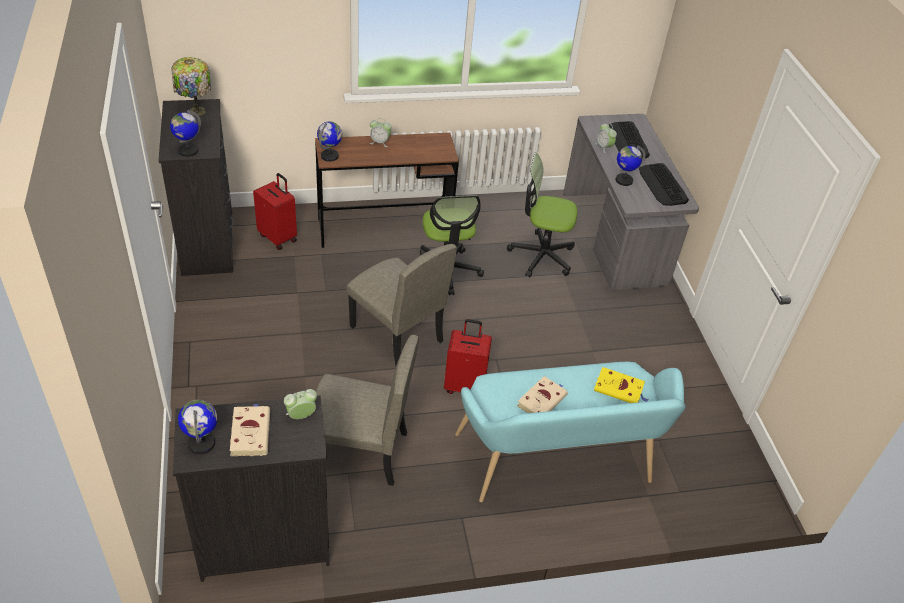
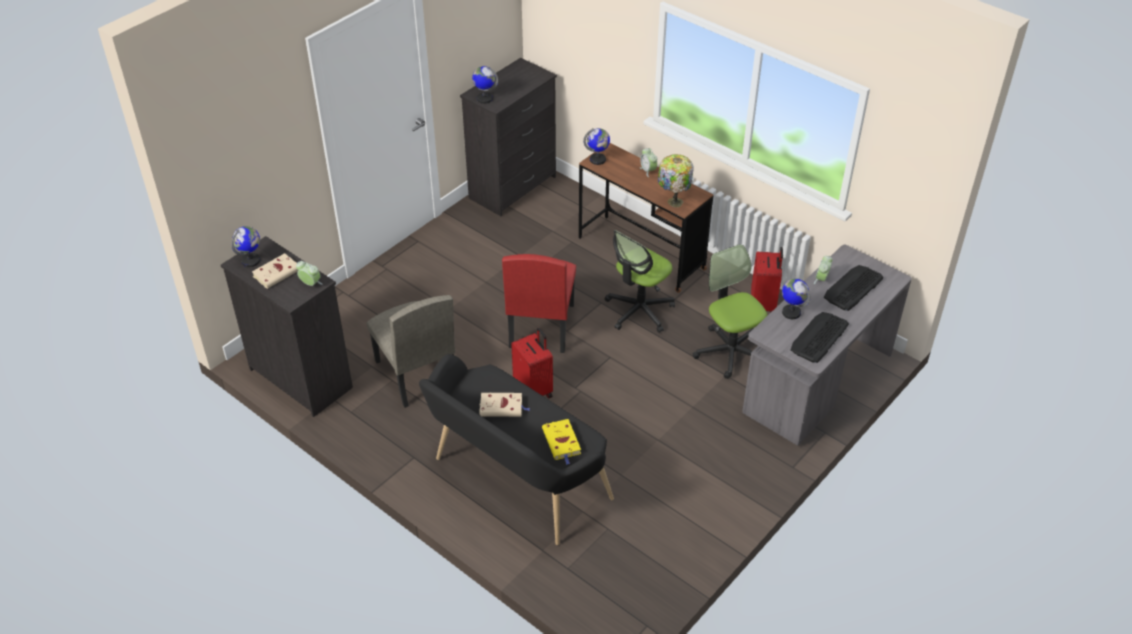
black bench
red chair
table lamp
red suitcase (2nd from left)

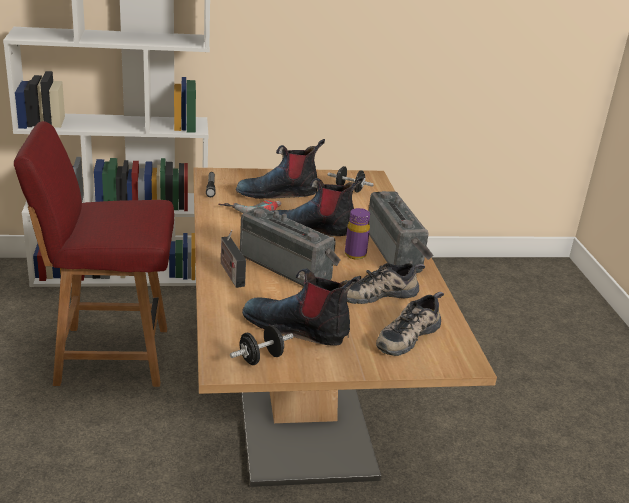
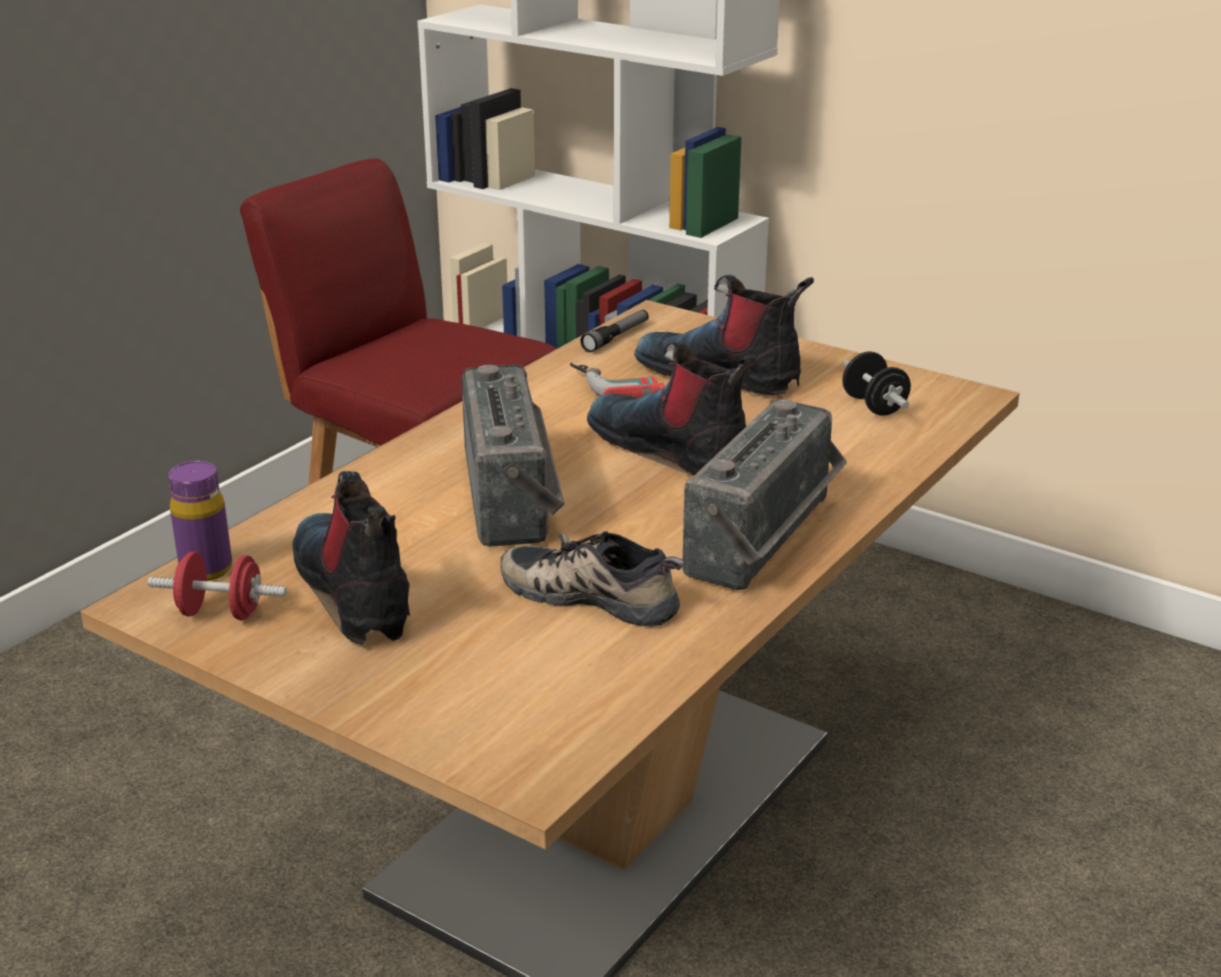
red dumbbell
purple bottle
radio (1st from left in the first image)
shoe (2nd from left in the first image)

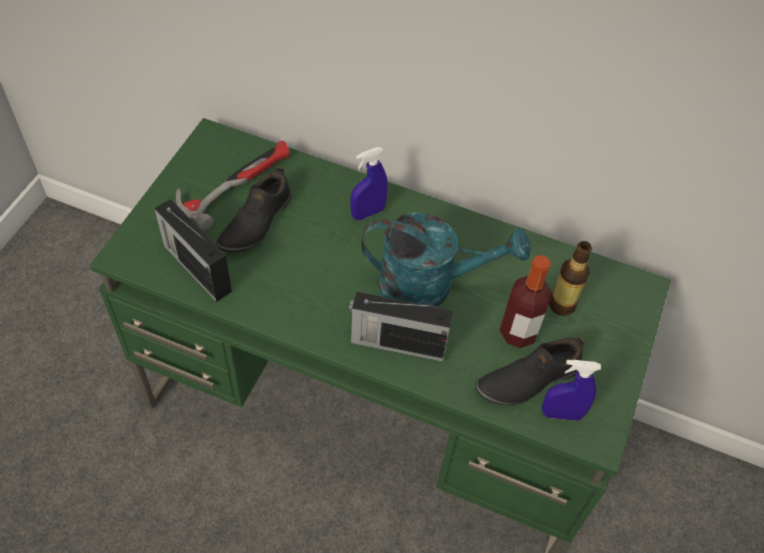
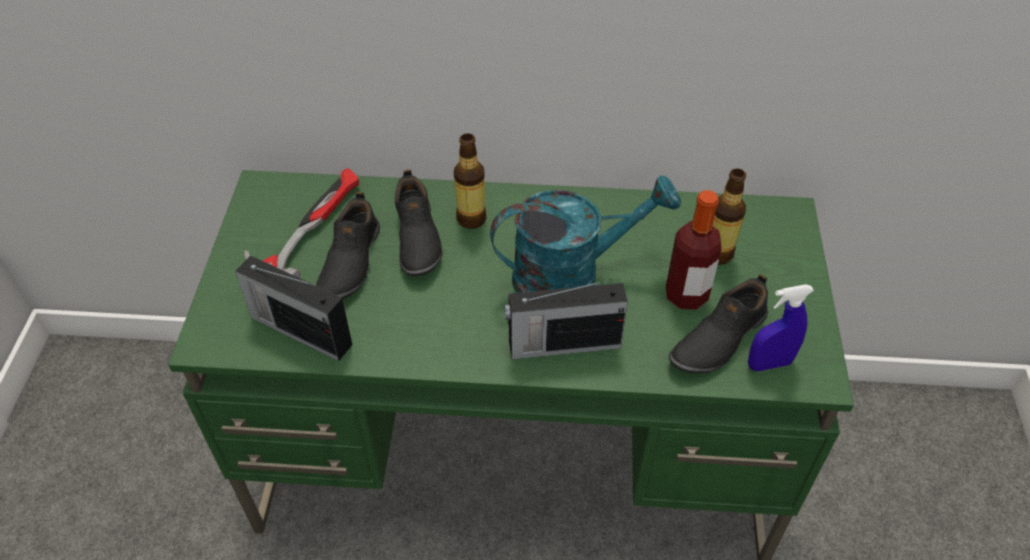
black shoe (2nd from left)
bottle (1st from left)

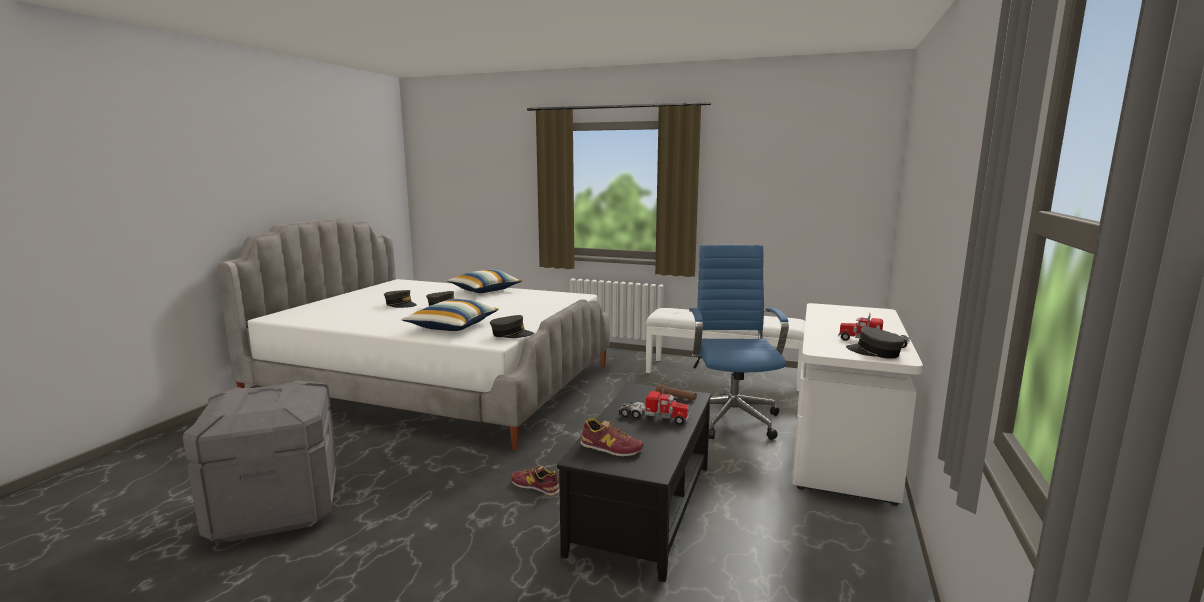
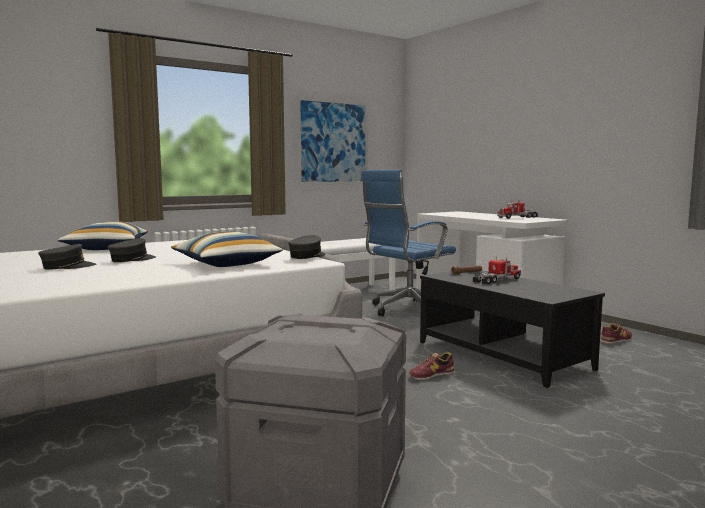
picture
blue office chair
shoe (2nd from left)
grey cap (4th from left in the first image)

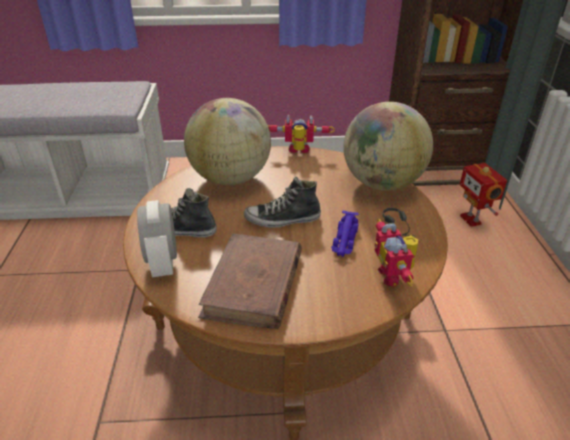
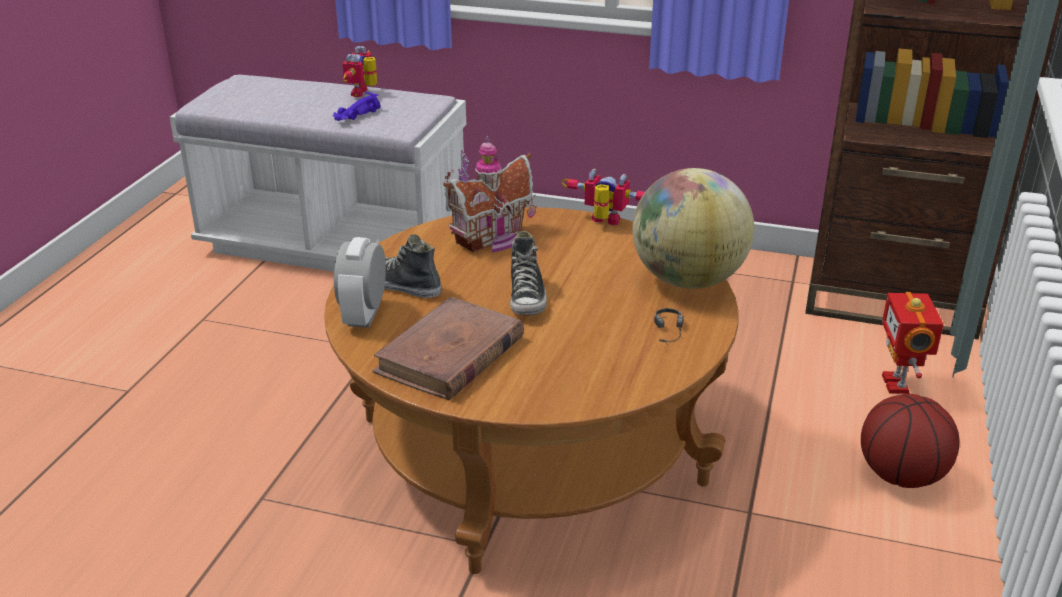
purple toy car
toy robot (1st from left)
toy house
shoe (2nd from left)
basketball

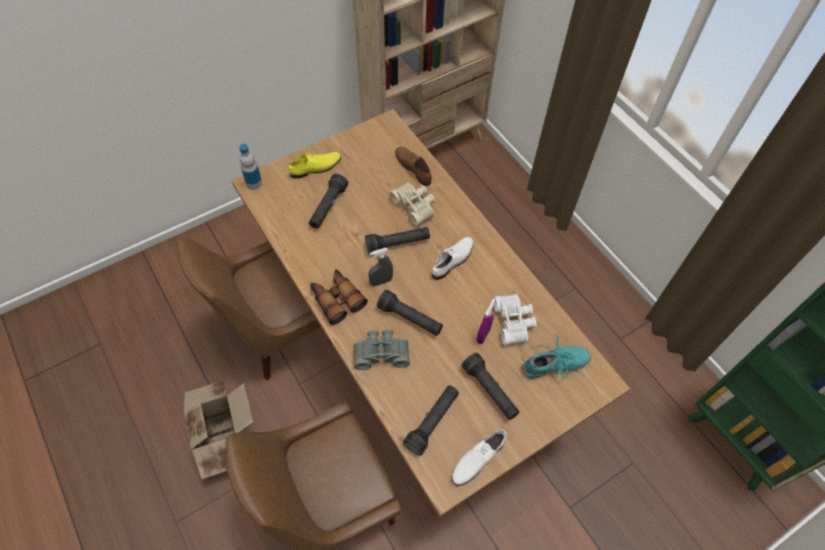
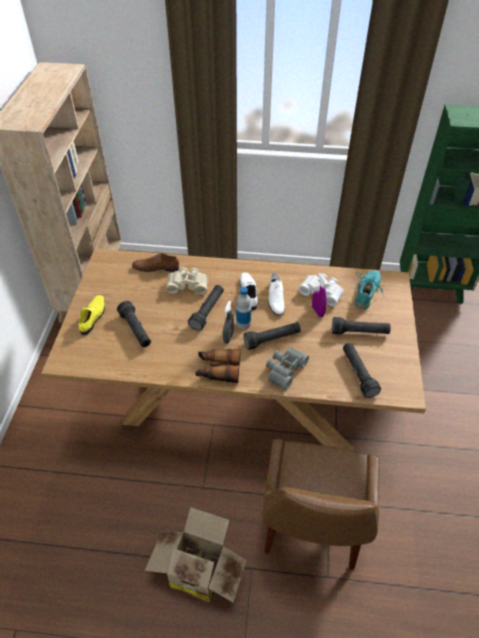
bottle
white shoe (2nd from left)
brown chair (1st from left in the first image)

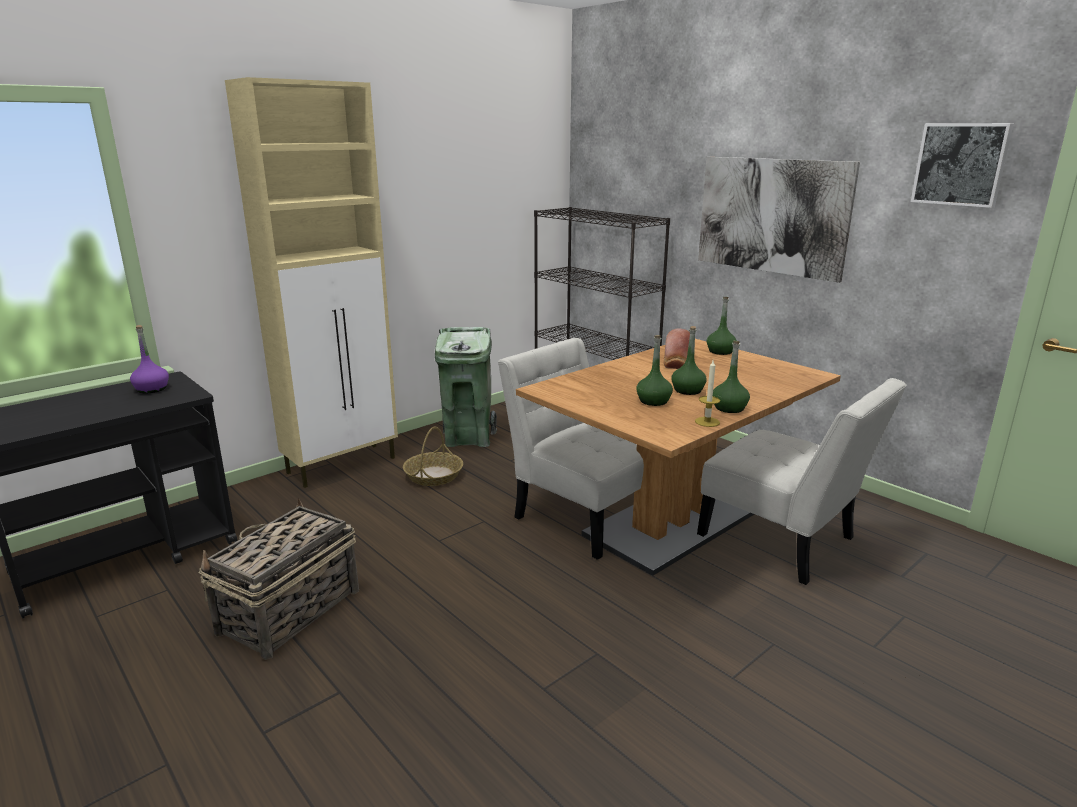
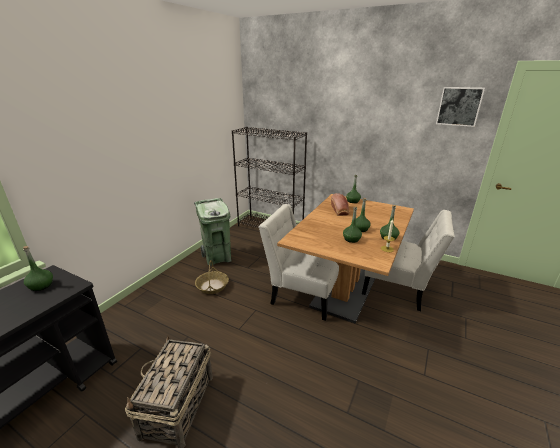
green bottle (1st from left)
beige cabinet
picture (1st from left in the first image)

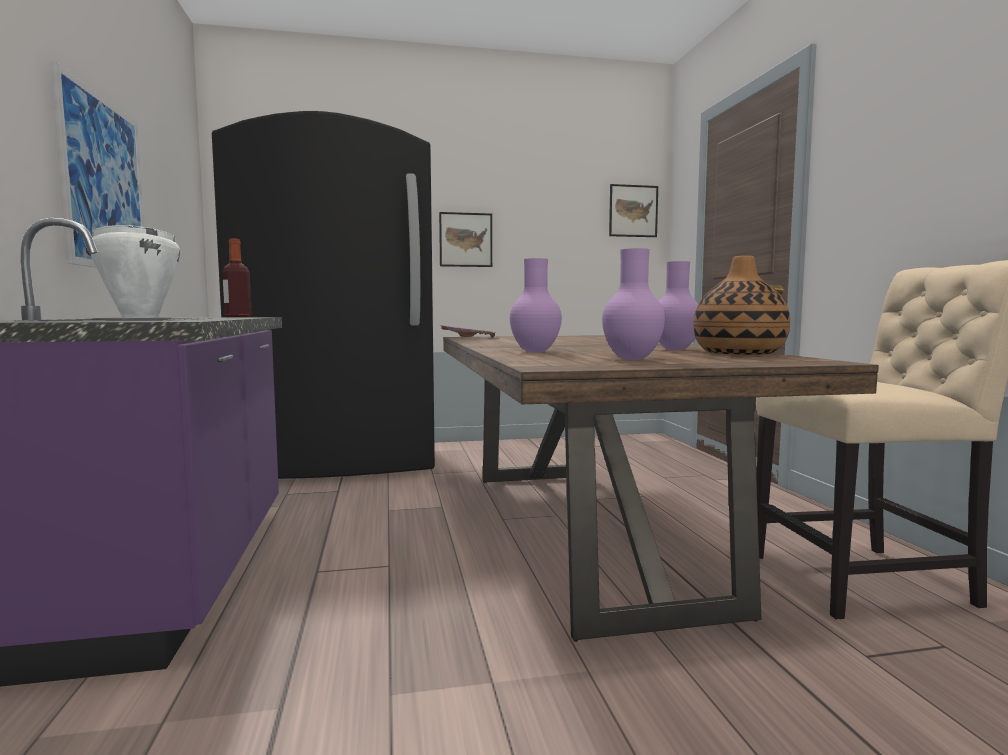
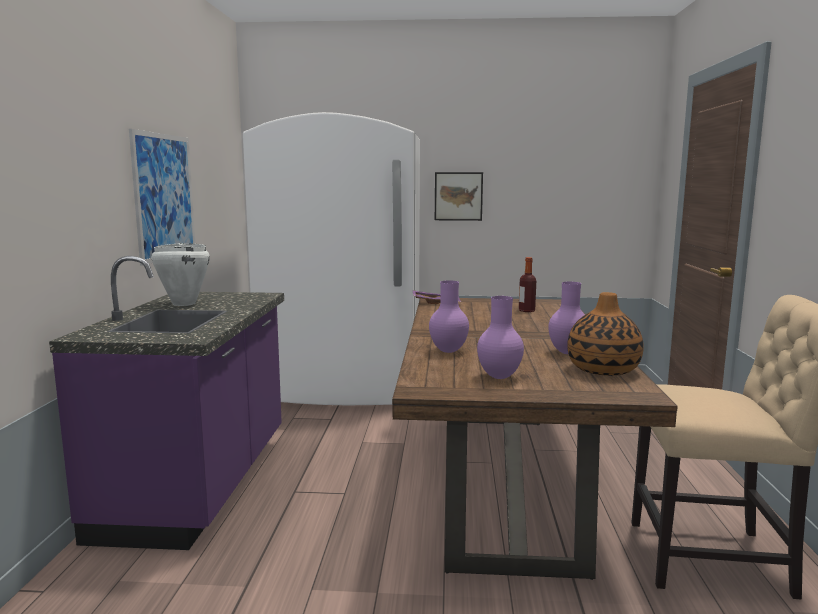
white fridge
bottle
picture (3rd from left in the first image)

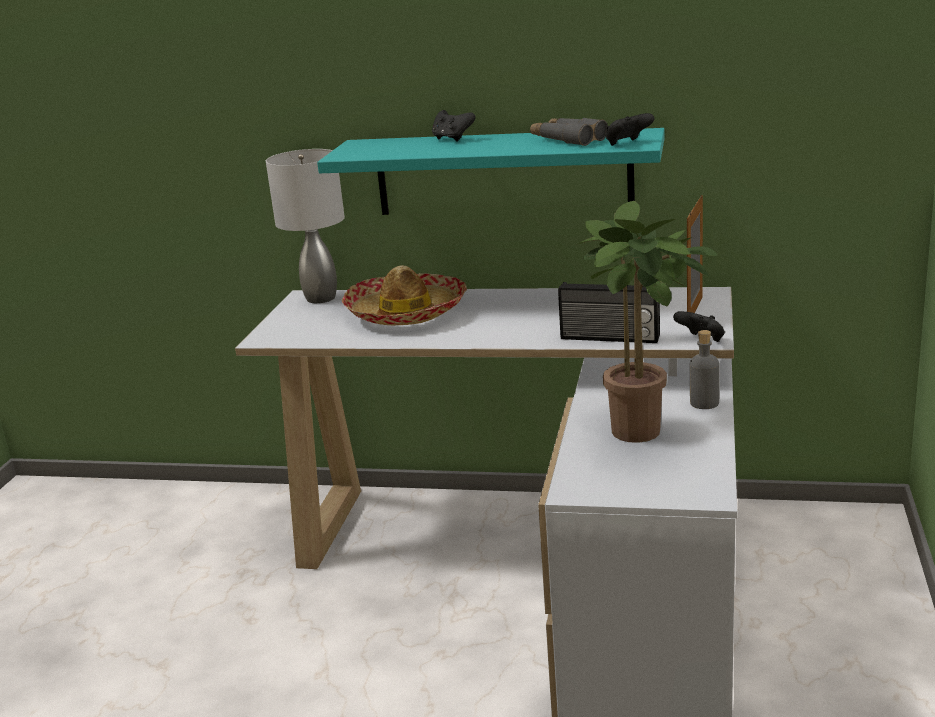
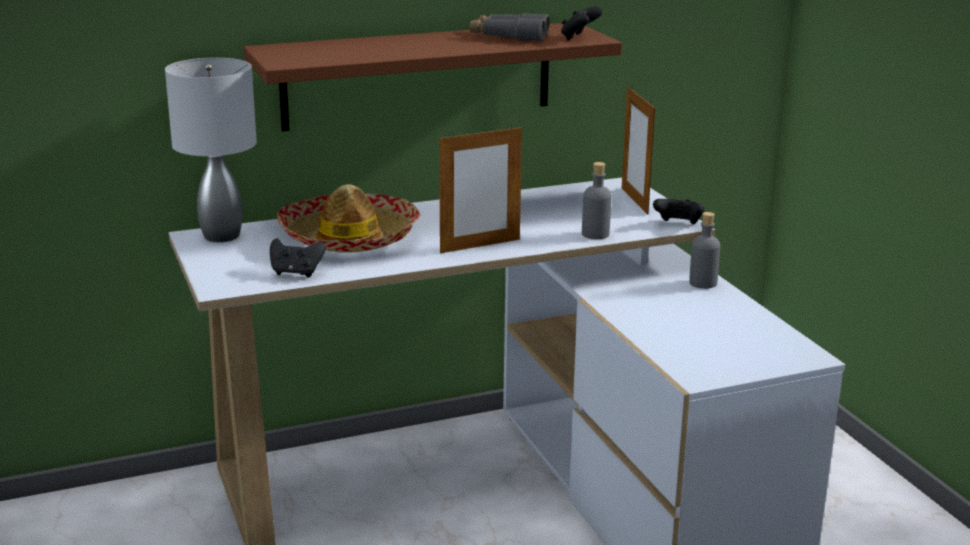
brown shelf
black game controller (1st from left)
picture frame (1st from left)
grey bottle (1st from left)
potted plant

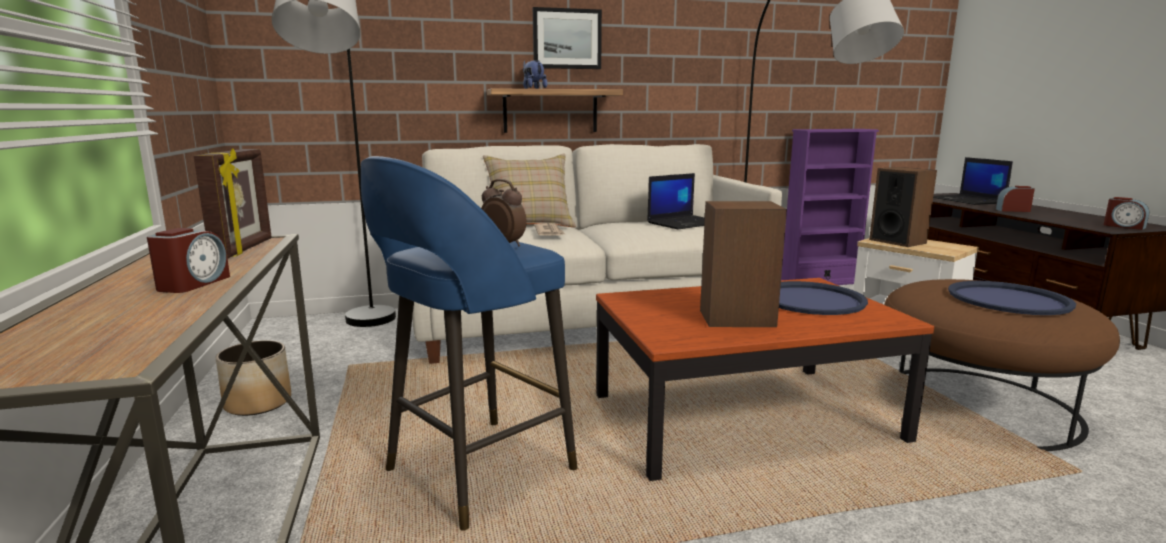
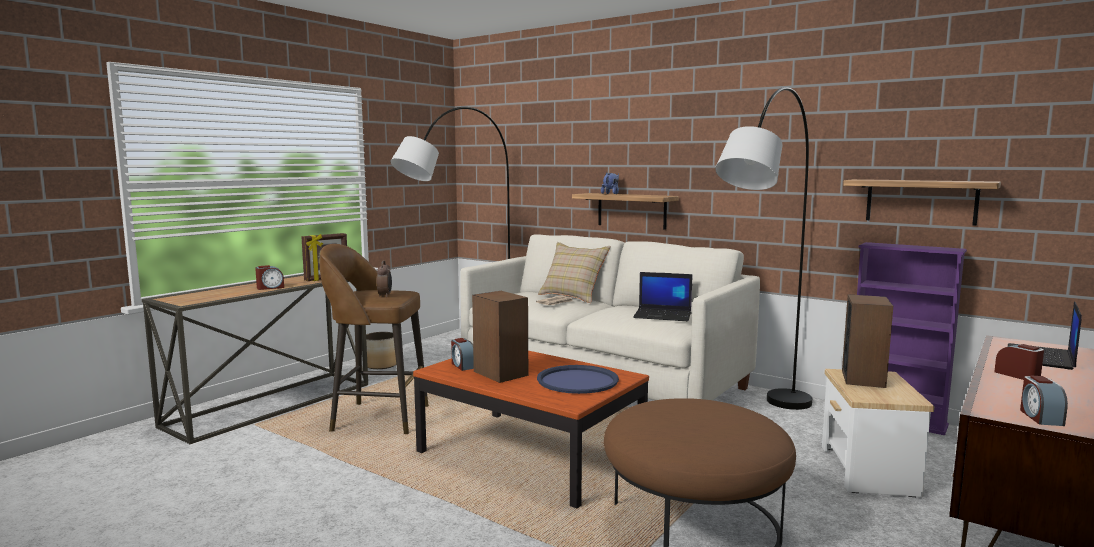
brown stool
alarm clock (3rd from left)
shelf (2nd from left)
picture
blue tray (2nd from left in the first image)

